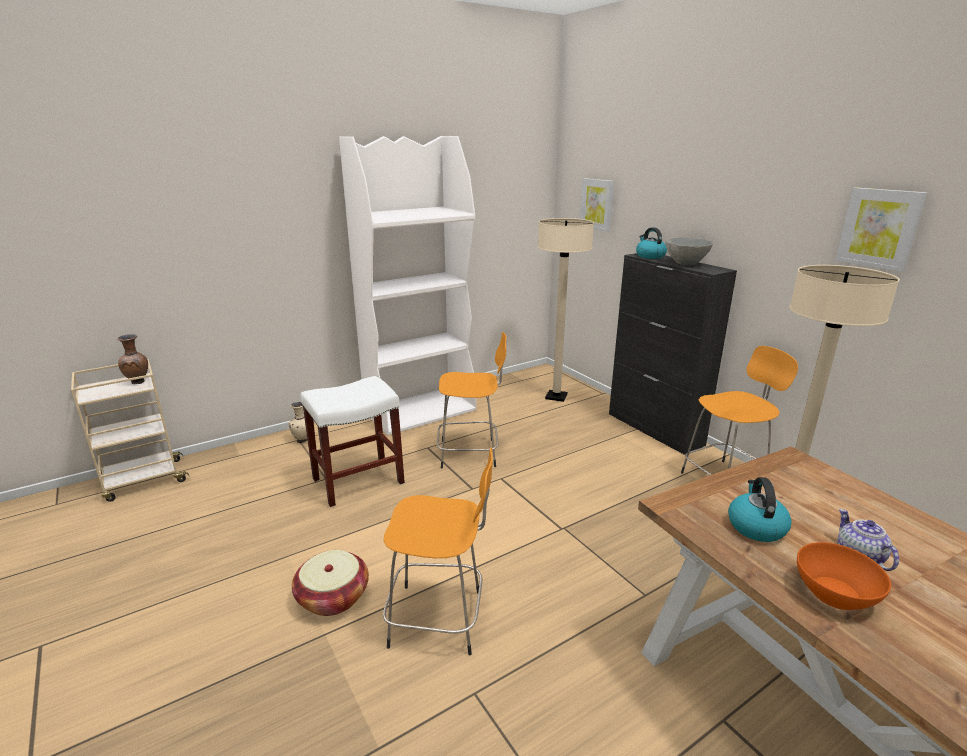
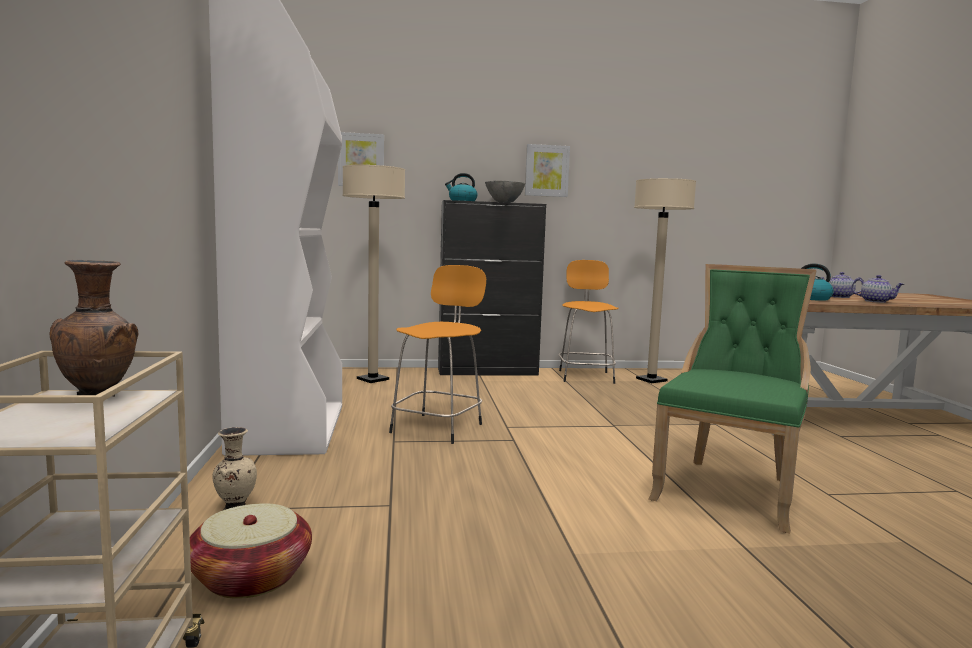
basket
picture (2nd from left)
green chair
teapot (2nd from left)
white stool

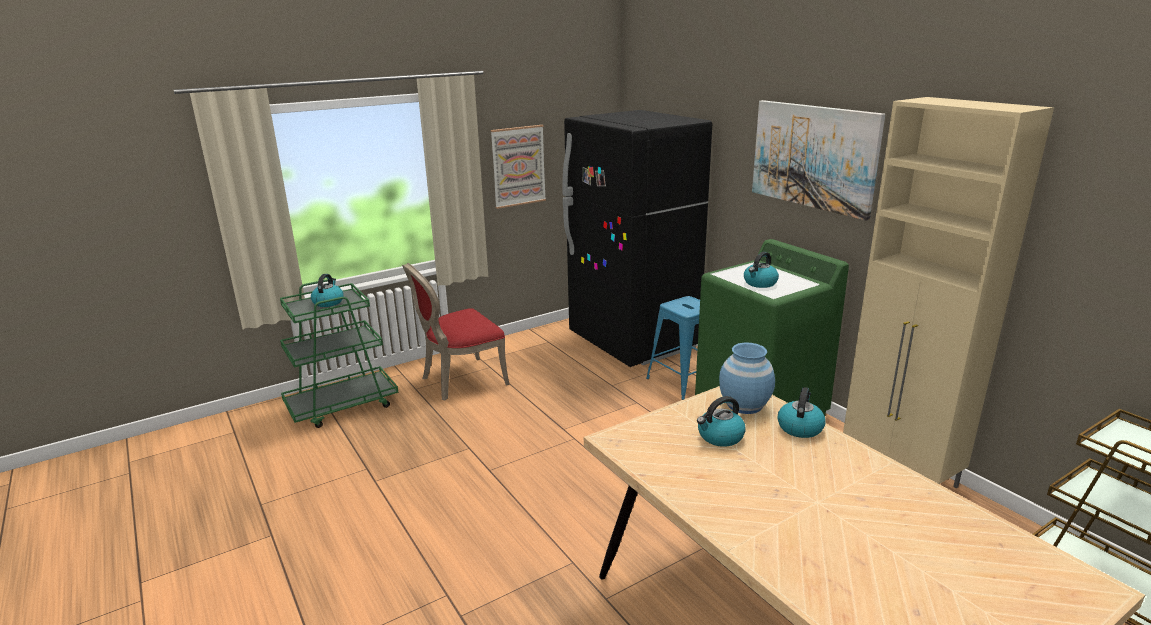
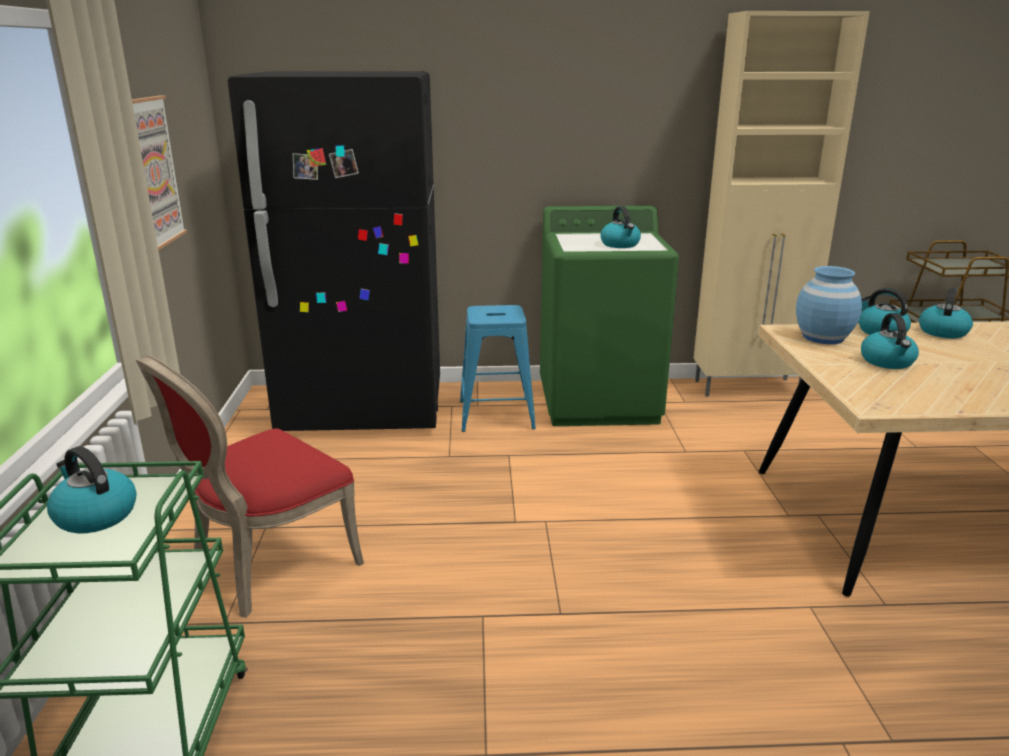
red chair
kettle (5th from left)
picture (2nd from left in the first image)

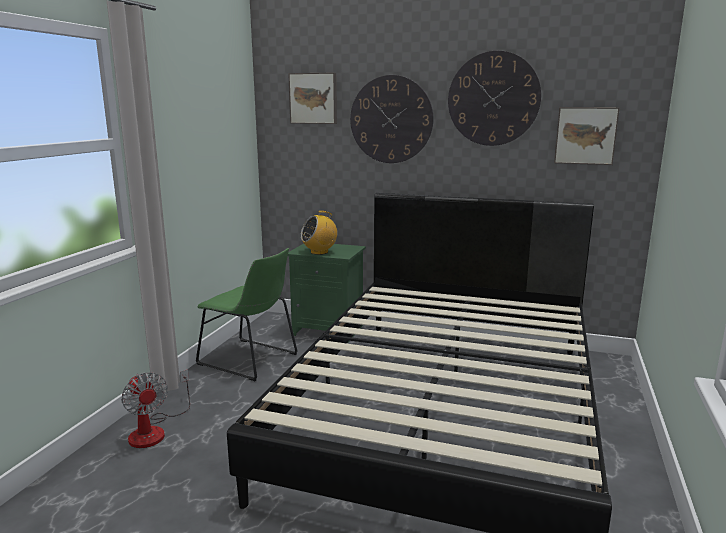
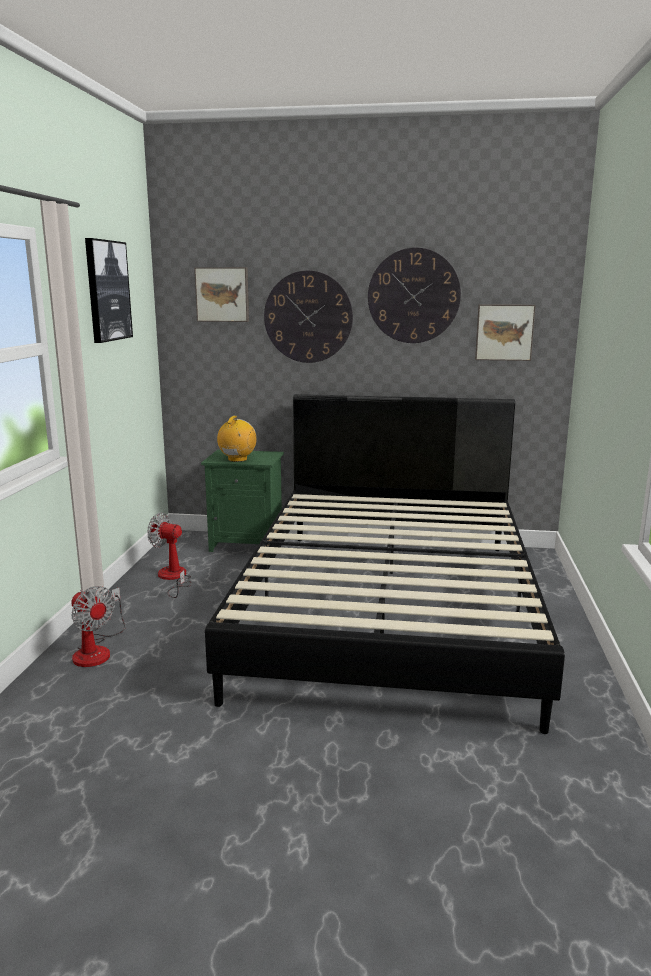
picture (1st from left)
fan (2nd from left)
radio

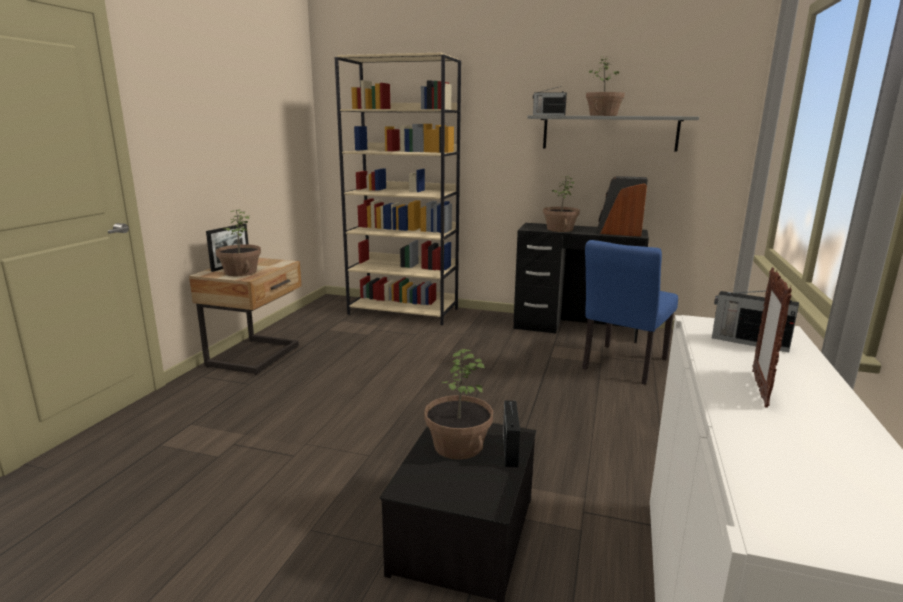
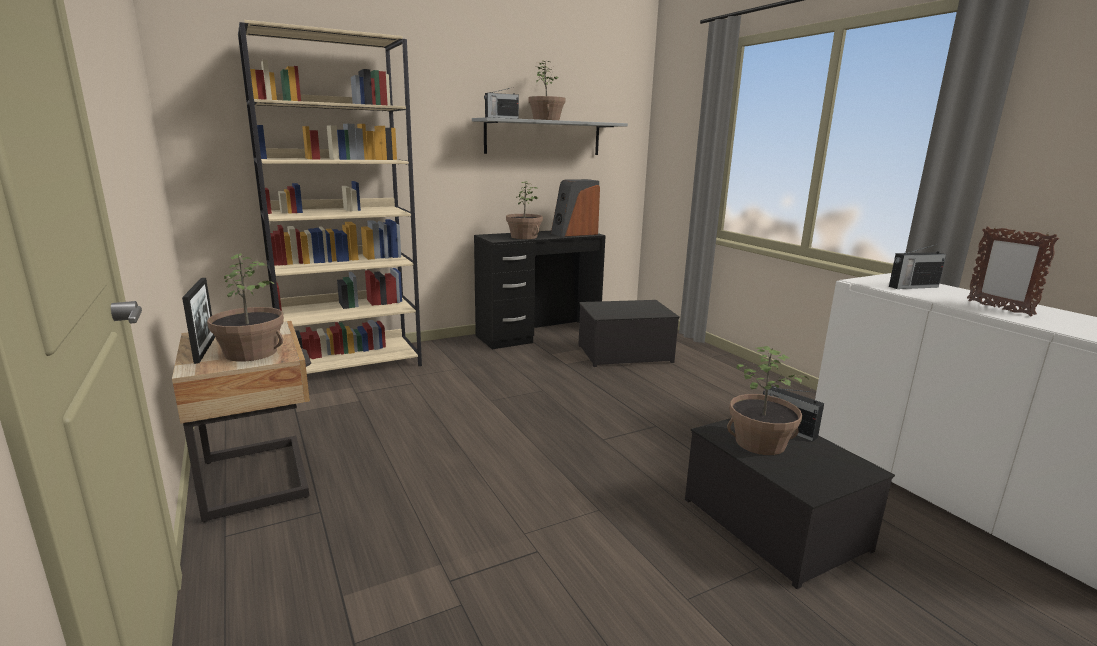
storage box (1st from left)

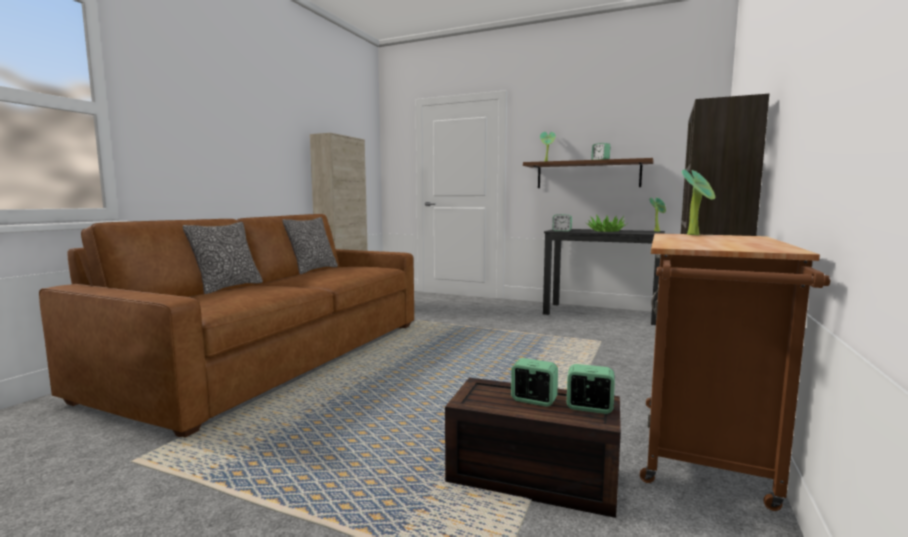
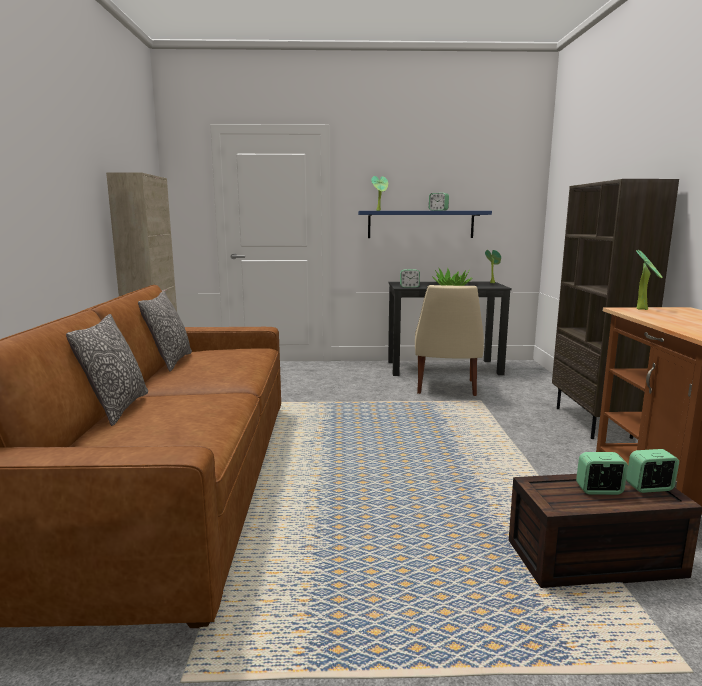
blue shelf
beige chair

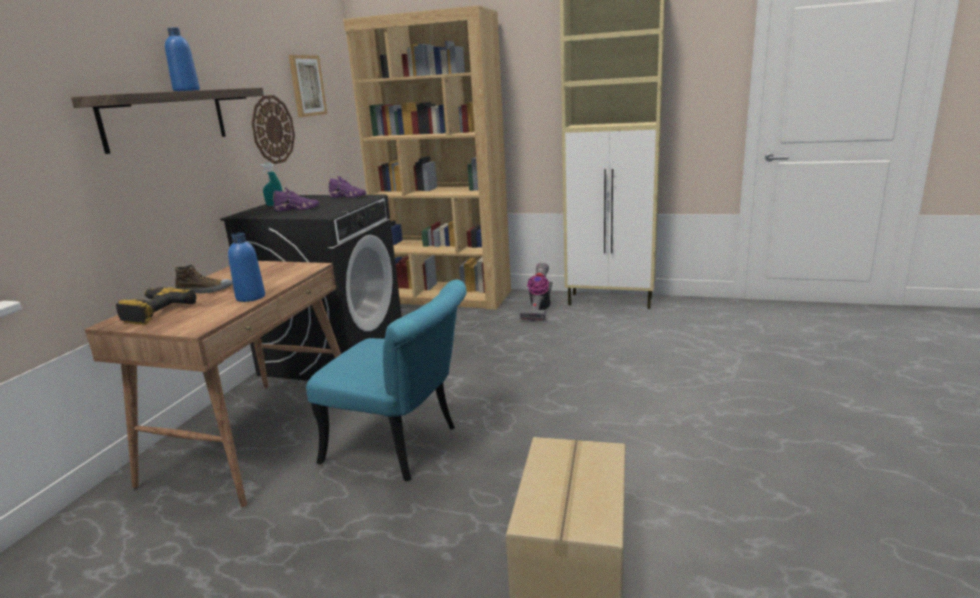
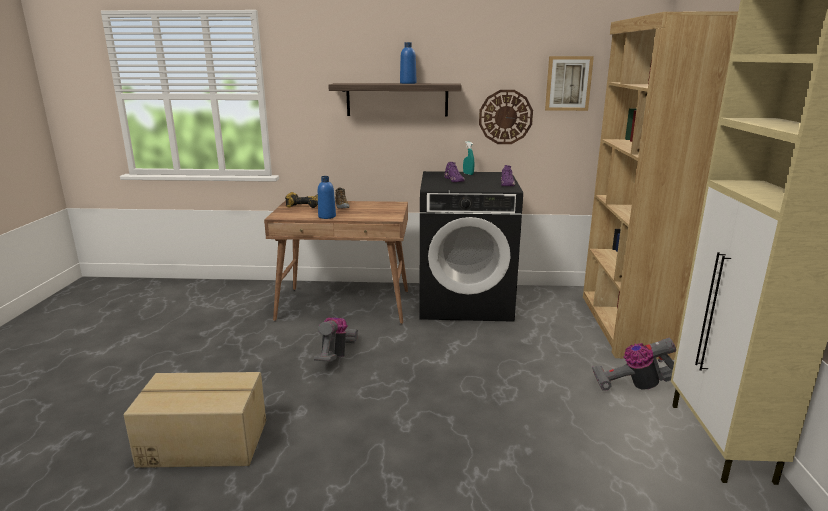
vacuum cleaner (1st from left)

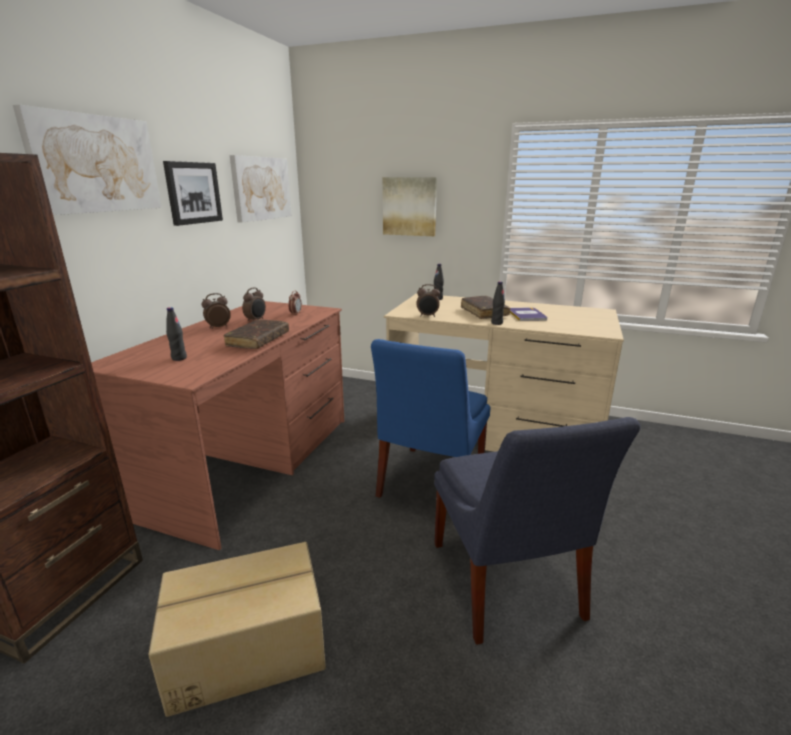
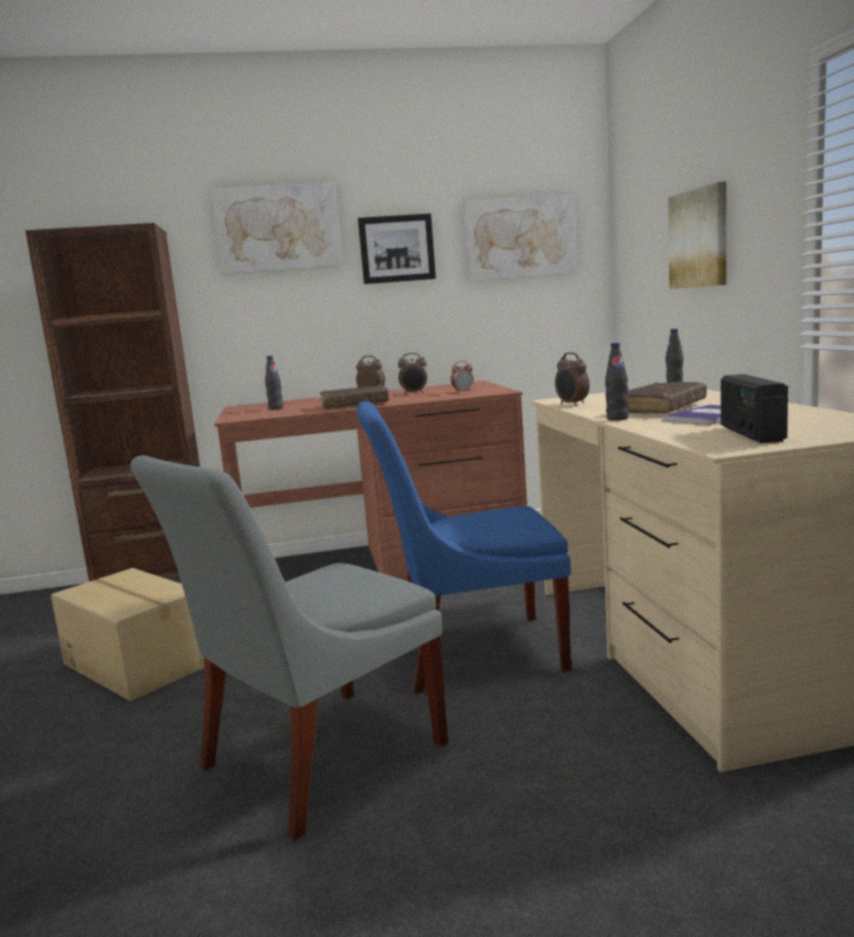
grey chair
radio

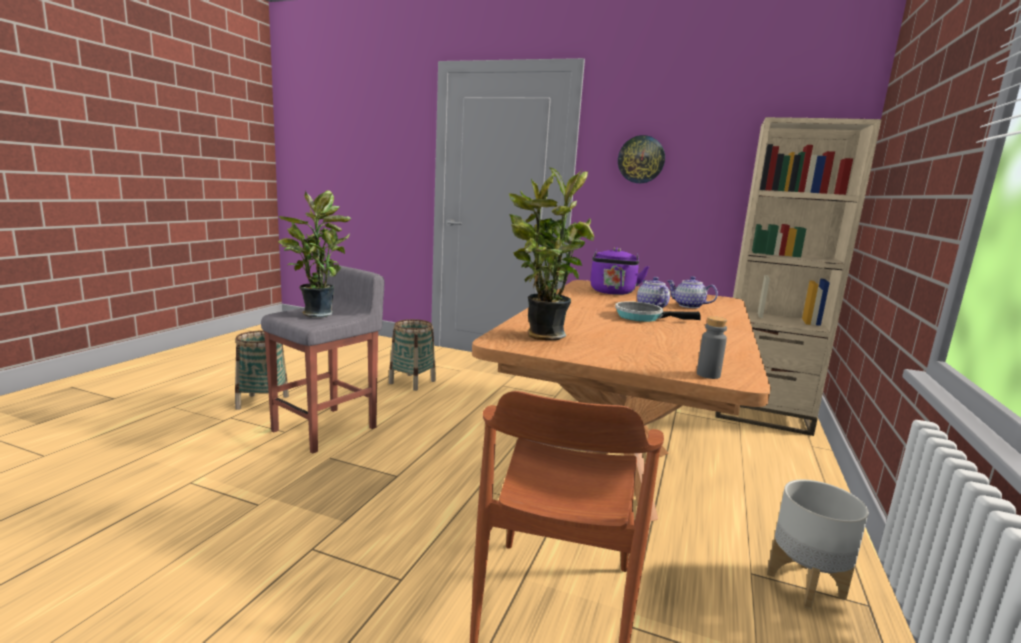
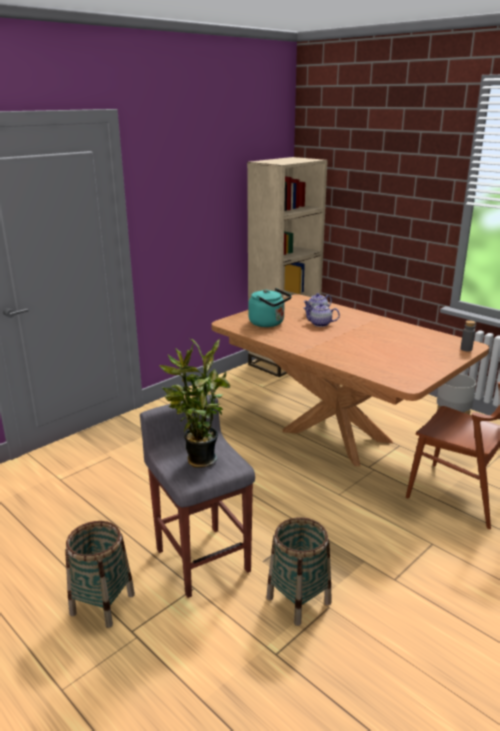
turquoise kettle
basket (2nd from left)
potted plant (2nd from left in the first image)
frying pan
wall clock

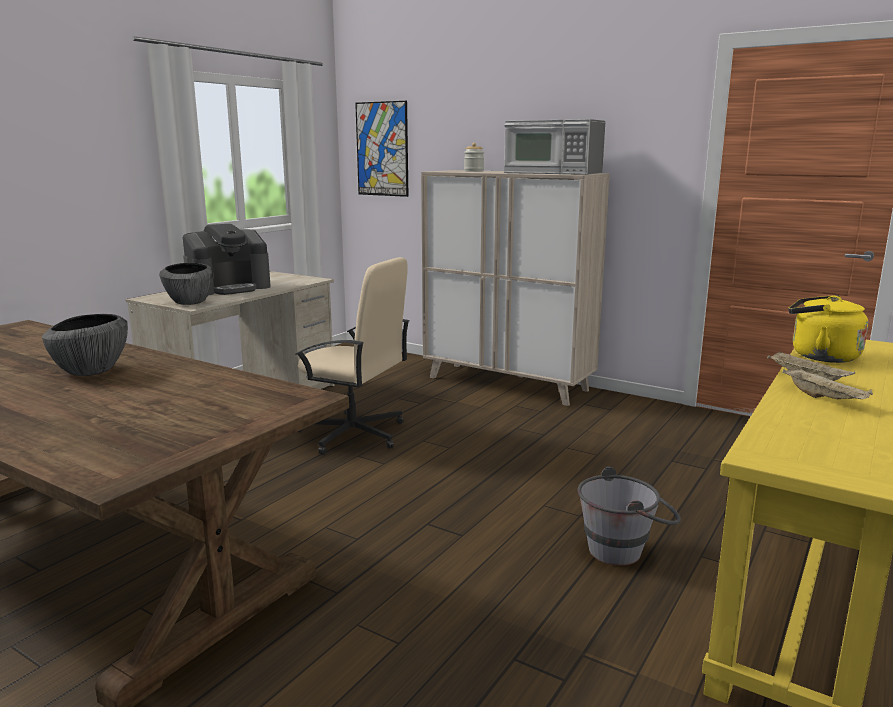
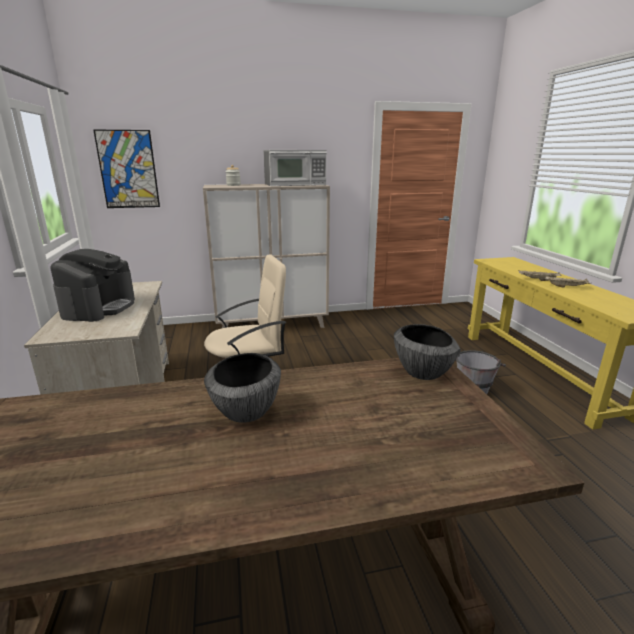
bowl (2nd from left)
yellow kettle

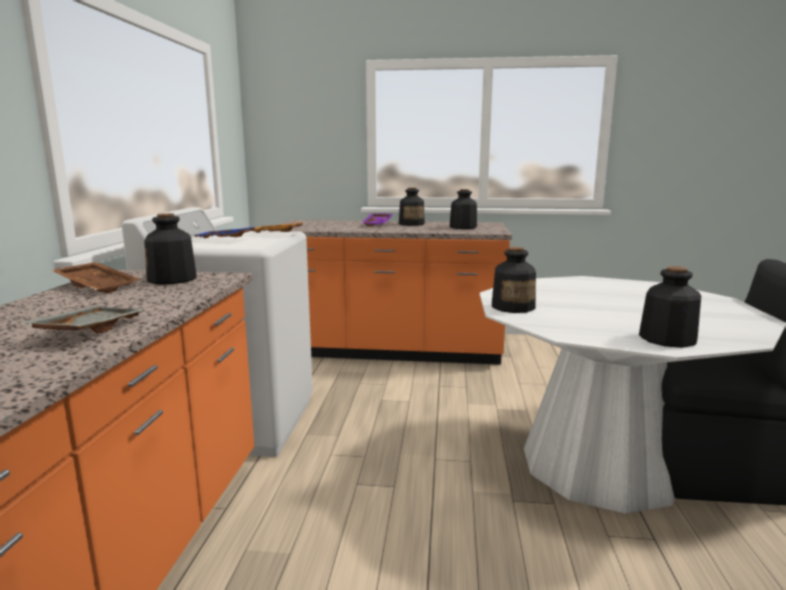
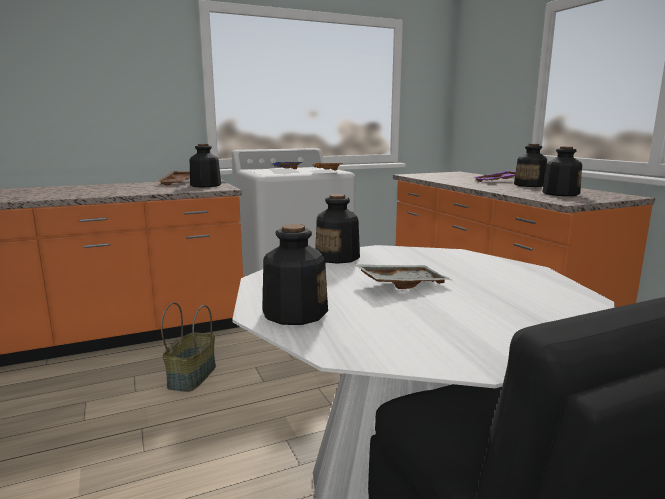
basket
grey tray

